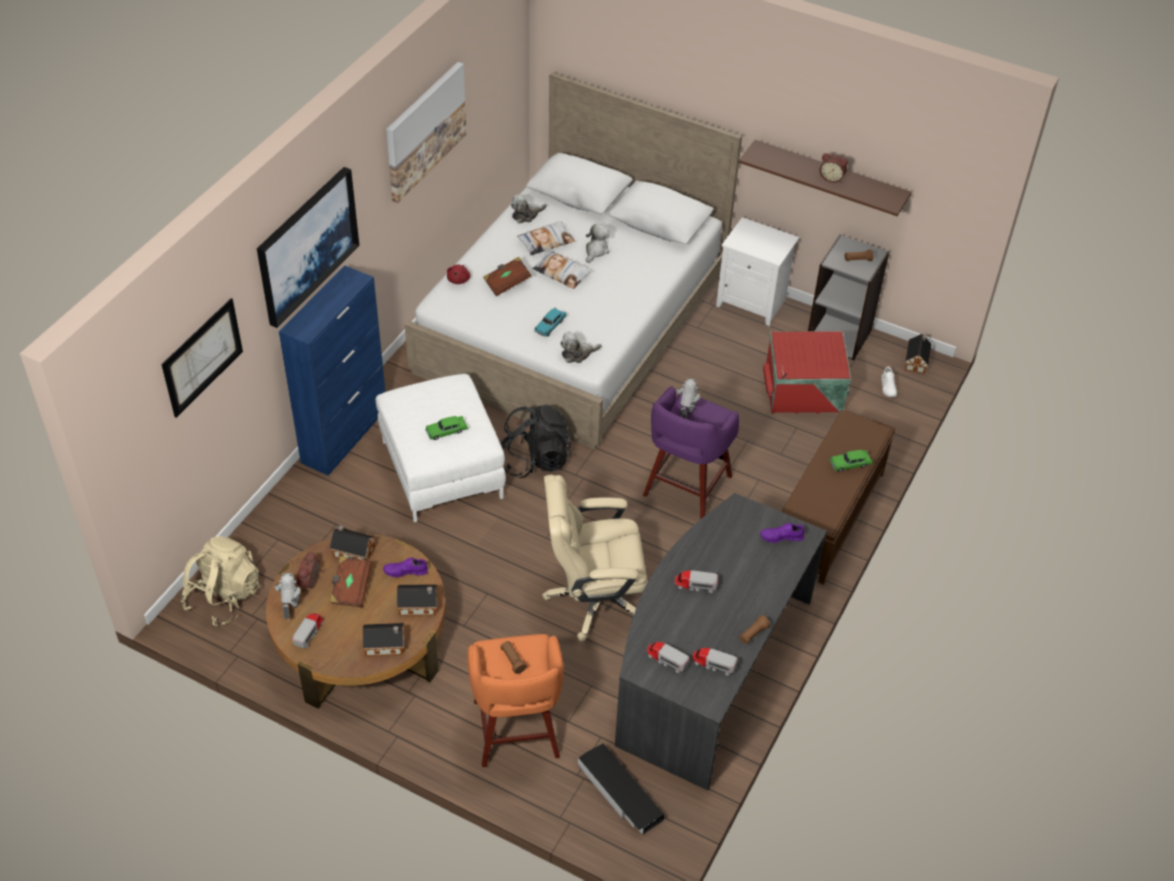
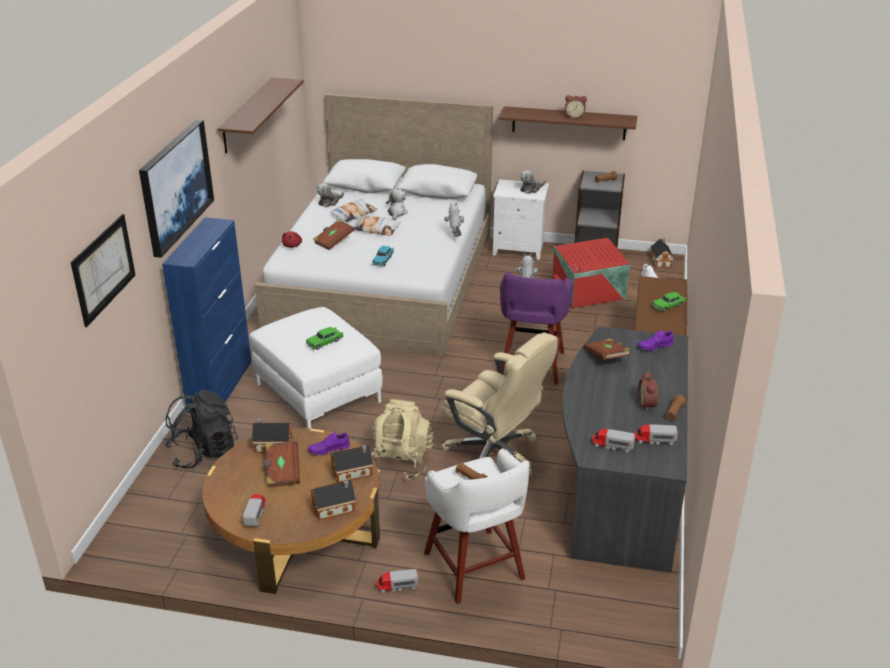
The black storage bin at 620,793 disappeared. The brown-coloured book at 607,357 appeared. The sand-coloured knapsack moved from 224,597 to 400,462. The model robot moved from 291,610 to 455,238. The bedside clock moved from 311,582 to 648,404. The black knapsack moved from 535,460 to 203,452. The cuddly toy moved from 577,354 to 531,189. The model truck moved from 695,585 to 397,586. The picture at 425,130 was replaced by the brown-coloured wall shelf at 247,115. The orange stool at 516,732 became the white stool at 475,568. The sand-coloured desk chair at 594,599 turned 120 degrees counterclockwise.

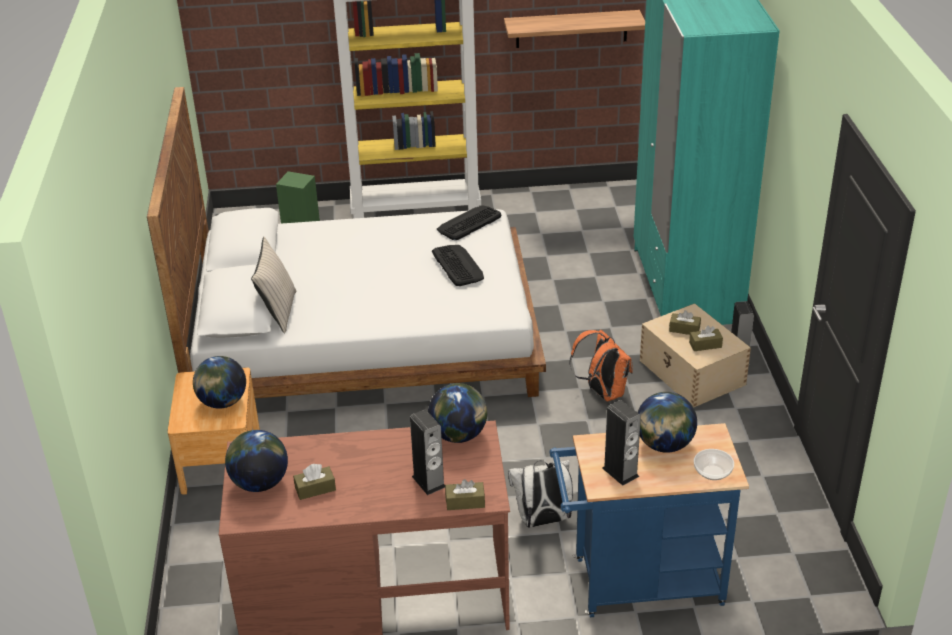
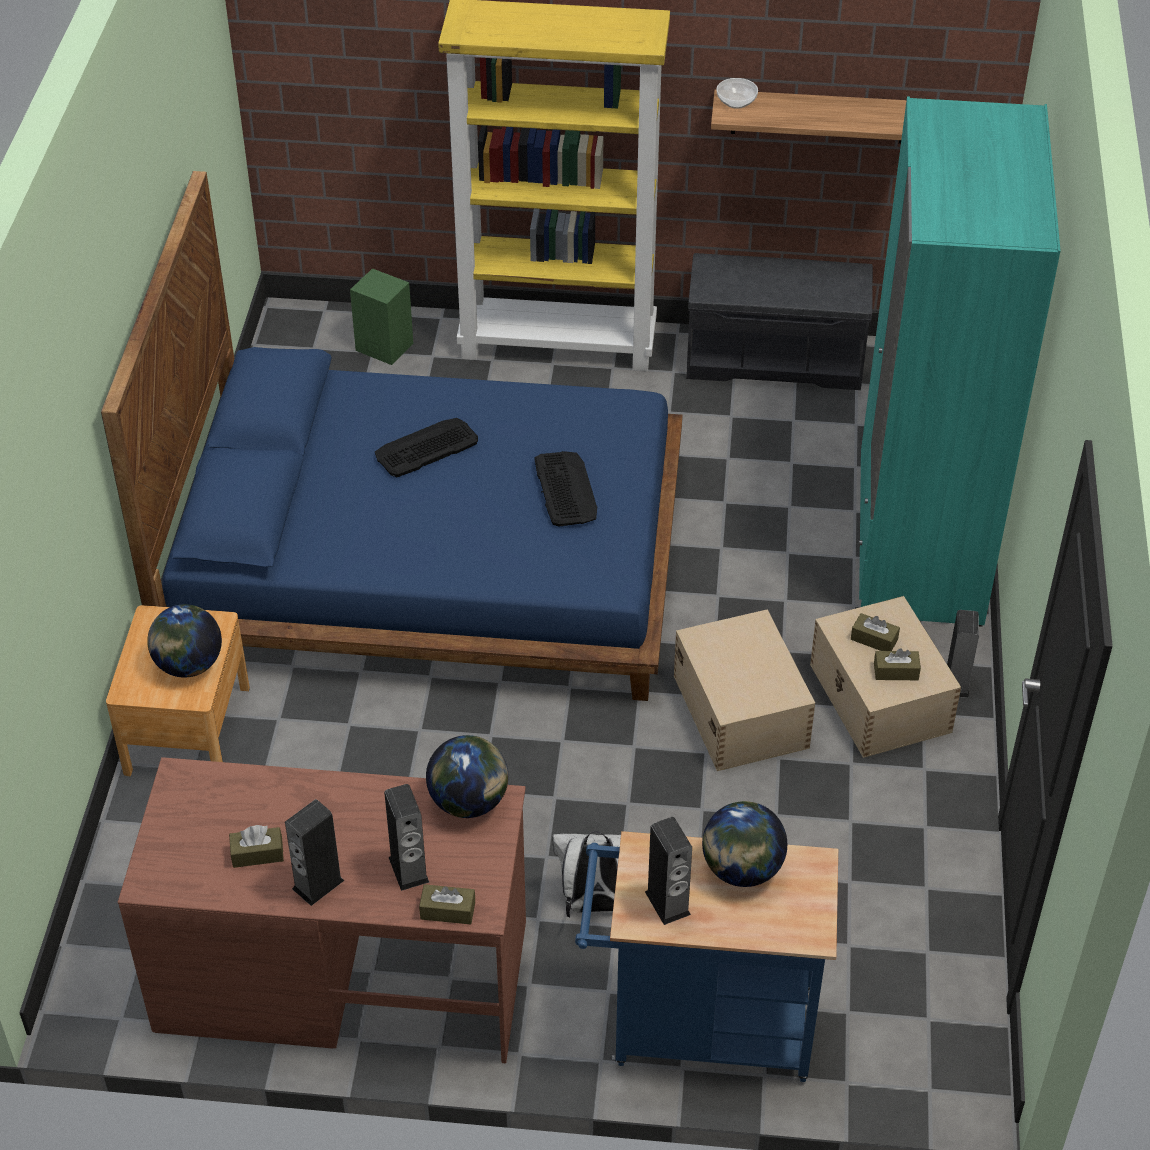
The desk globe at 260,483 disappeared. The sand-coloured throw pillow at 278,312 disappeared. The audio speaker at 318,884 appeared. The grey long seat at 776,358 appeared. The computer keyboard moved from 469,223 to 426,448. The serving bowl moved from 713,473 to 736,102. The orange knapsack at 602,392 was replaced by the sand-coloured storage bin at 740,710. The white sleeping bed at 365,336 became the blue-coloured sleeping bed at 430,557.

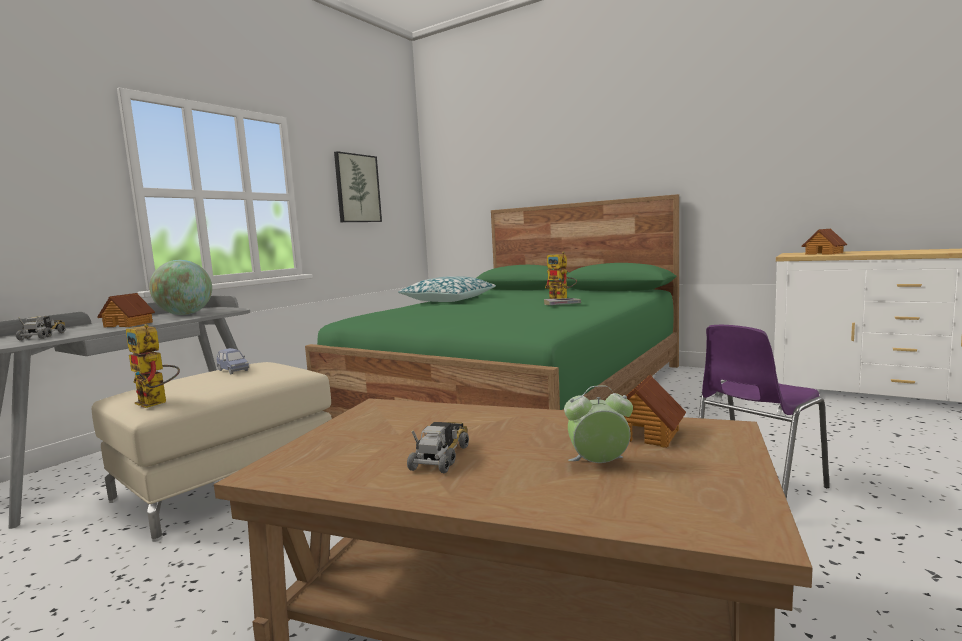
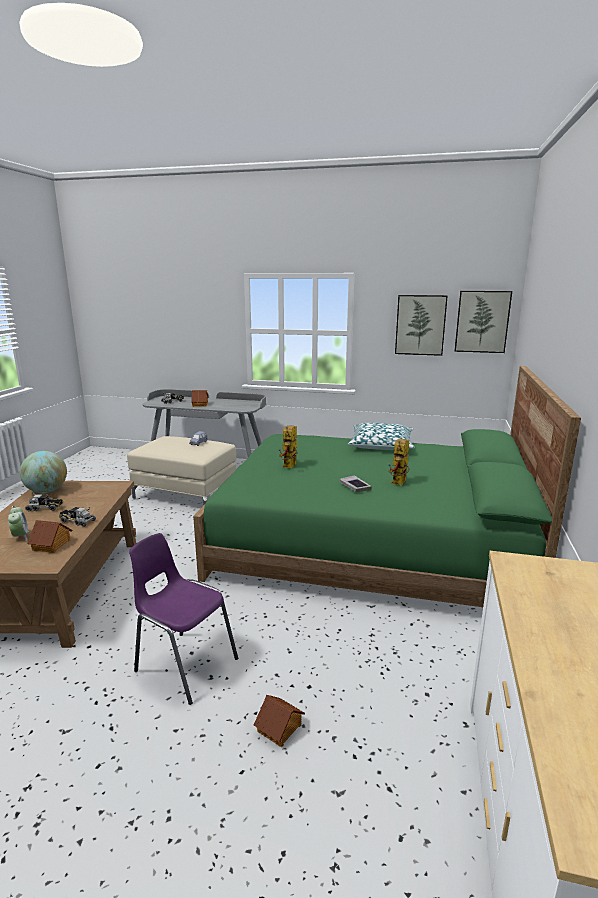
The model truck at 77,521 appeared. The picture at 482,321 appeared. The model robot moved from 157,403 to 290,467. The desk globe moved from 185,314 to 47,491. The miniature house moved from 824,253 to 280,728.

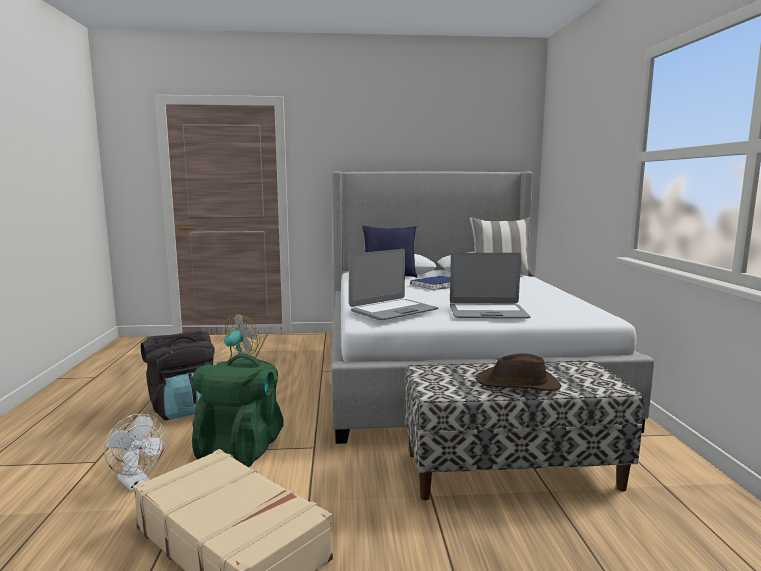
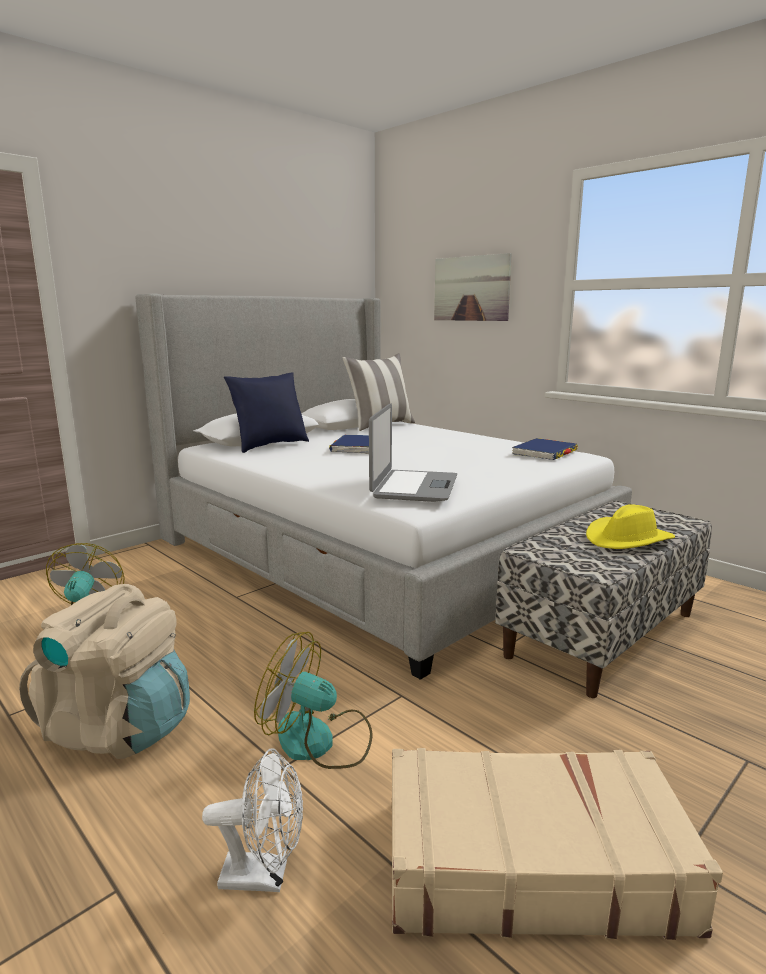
The laptop at 487,312 disappeared. The picture at 471,288 appeared. The blue-coloured book at 545,453 appeared. The greenish knapsack at 241,448 was replaced by the fan at 319,741. The black knapsack at 183,409 became the sand-coloured knapsack at 119,728. The brown-coloured clothing hat at 518,384 became the yellowish clothing hat at 628,539.

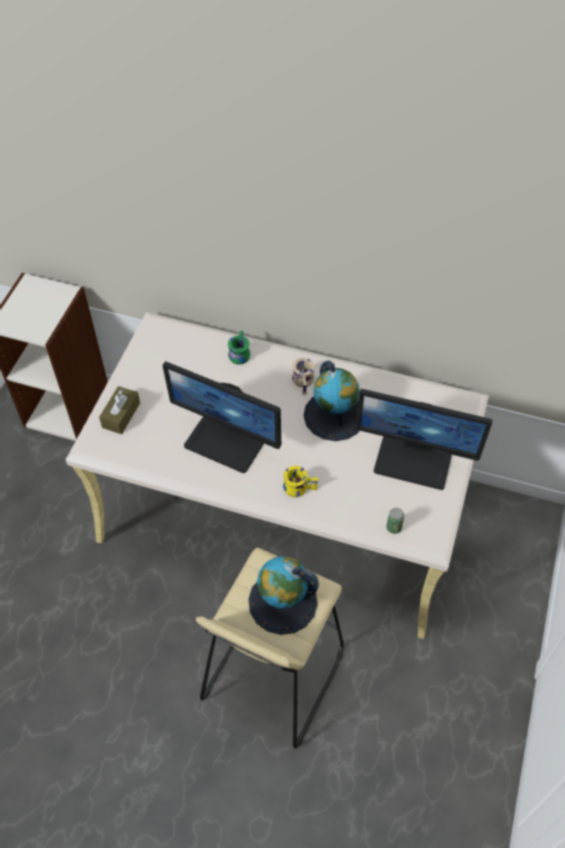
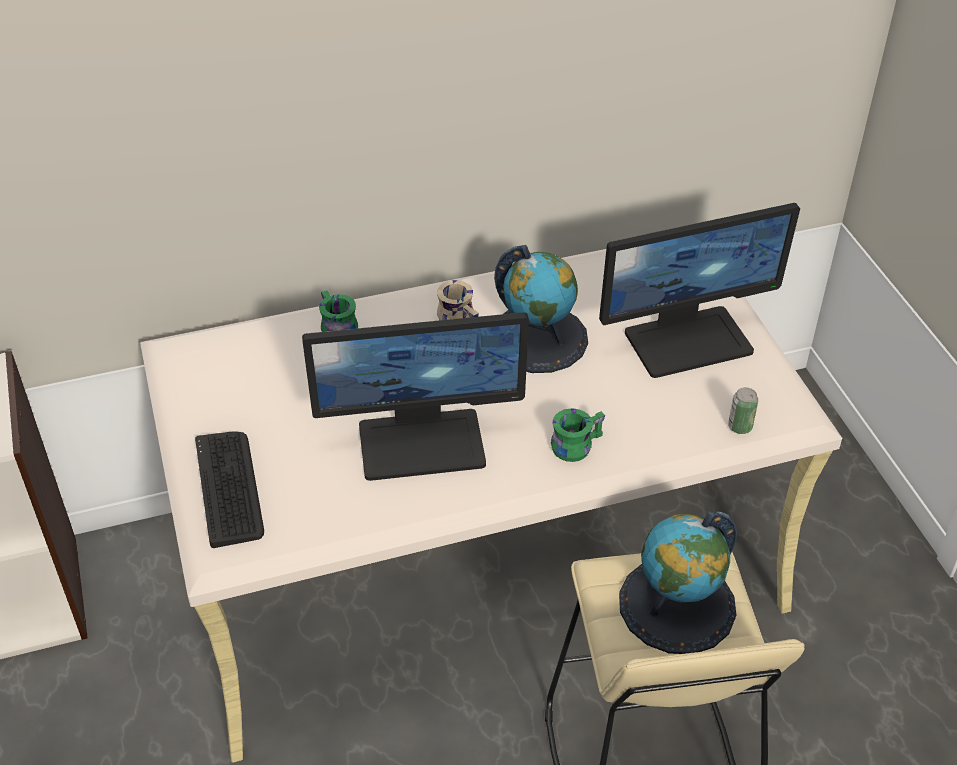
The brown-coloured tissue holder at 121,415 was replaced by the computer keyboard at 229,488. The yellowish mug at 299,486 became the greenish mug at 574,443.

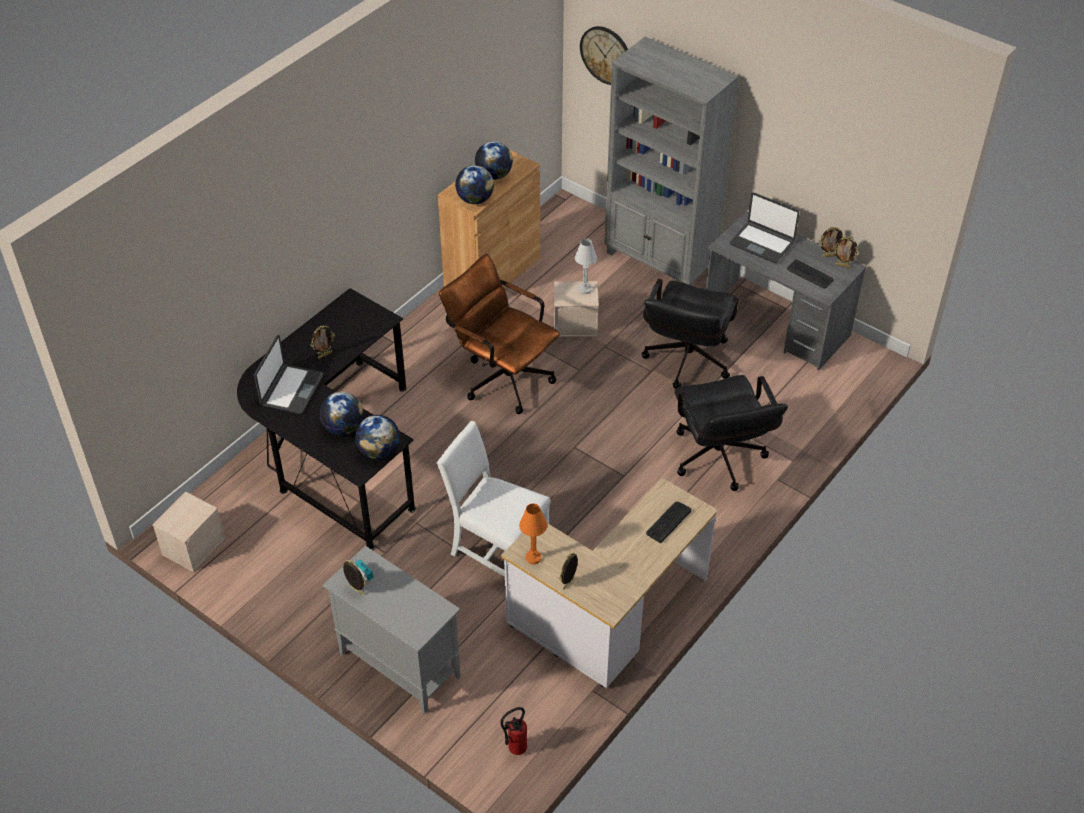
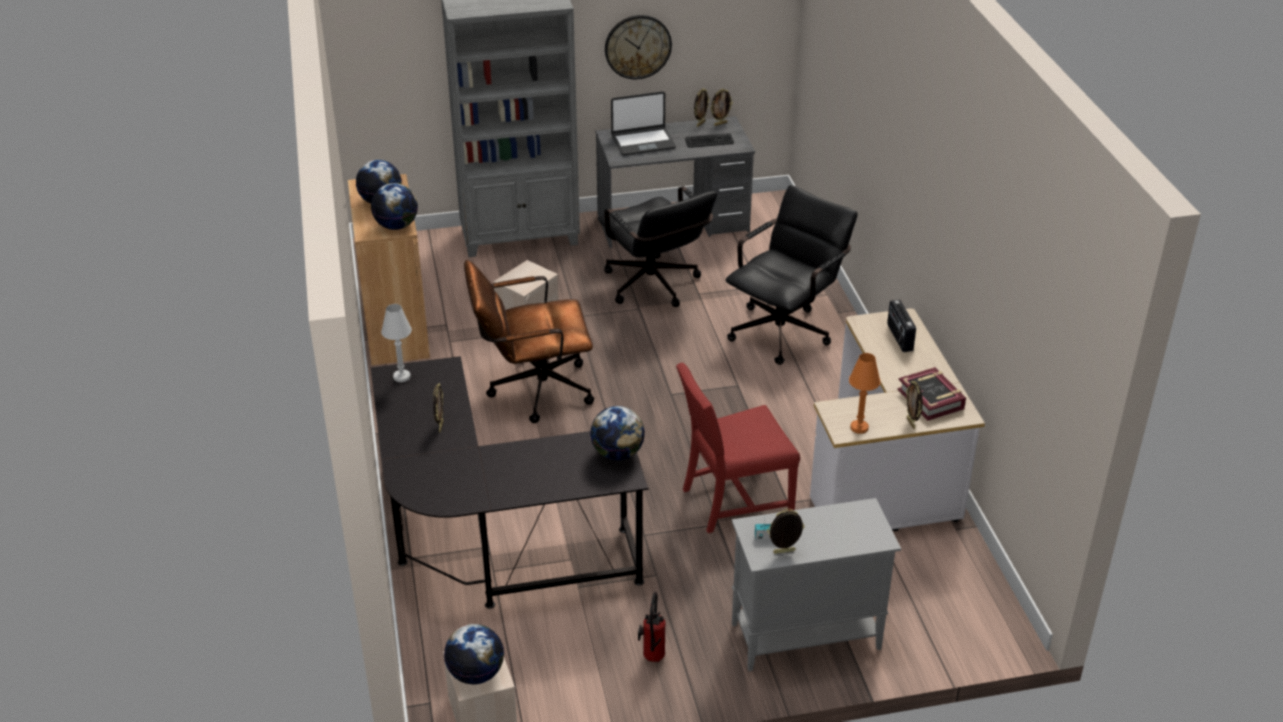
The laptop at 291,390 disappeared. The book at 931,399 appeared. The desk globe moved from 344,428 to 476,673. The fire extinguisher moved from 514,749 to 652,659. The white tabletop lamp moved from 584,289 to 402,377. The hanging clock moved from 606,55 to 638,46. The computer keyboard at 668,522 was replaced by the radio at 899,338. The white chair at 496,548 became the red-coloured chair at 733,501. The black desk chair at 720,462 turned 75 degrees counterclockwise.

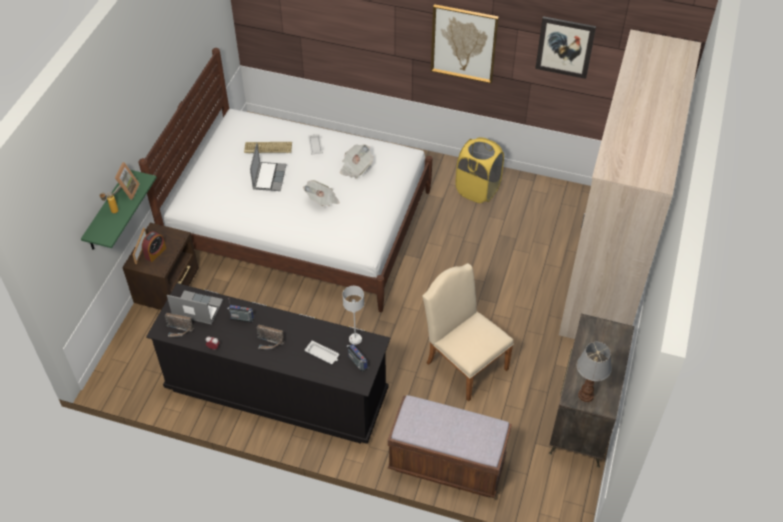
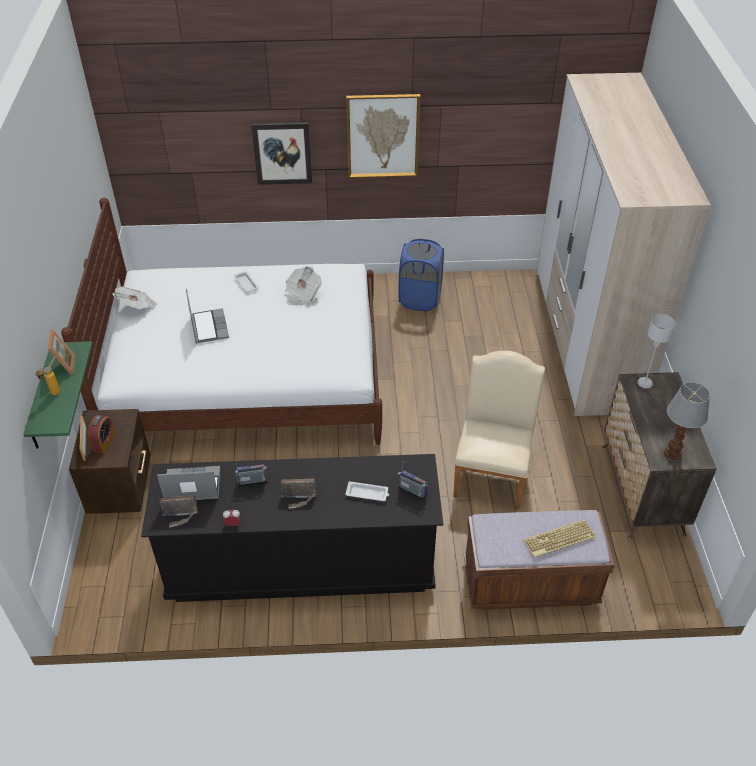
The computer keyboard moved from 267,148 to 559,540. The printed paper moved from 322,200 to 137,306. The grey tabletop lamp moved from 355,338 to 645,383. The picture moved from 565,47 to 282,153. The yellowish hamper at 477,190 became the blue-coloured hamper at 420,299. The sand-coloured chair at 463,362 turned 75 degrees clockwise.

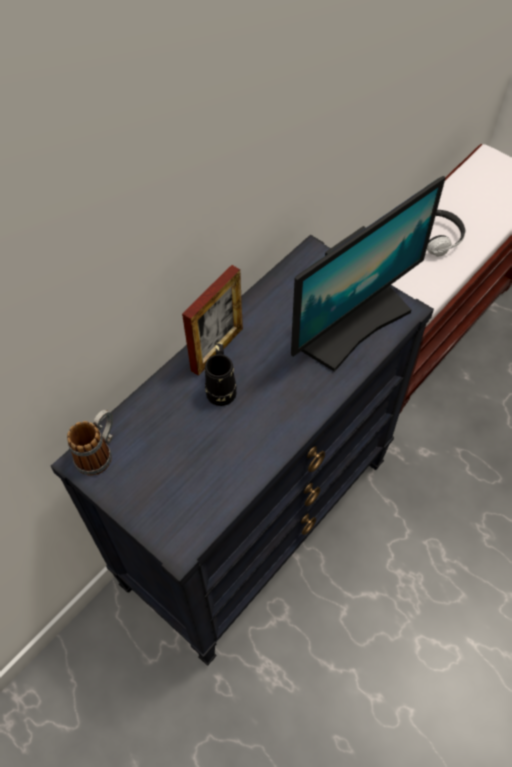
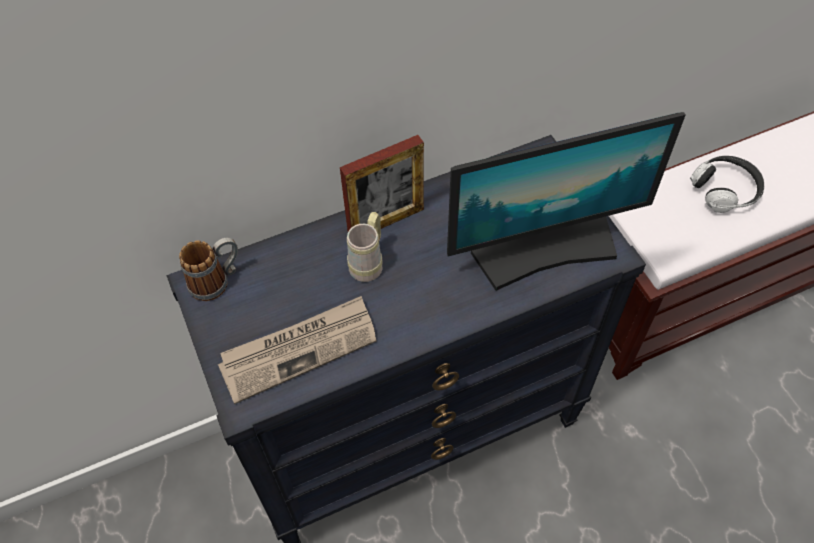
The printed paper at 299,349 appeared. The black mug at 221,388 became the sand-coloured mug at 369,262.

